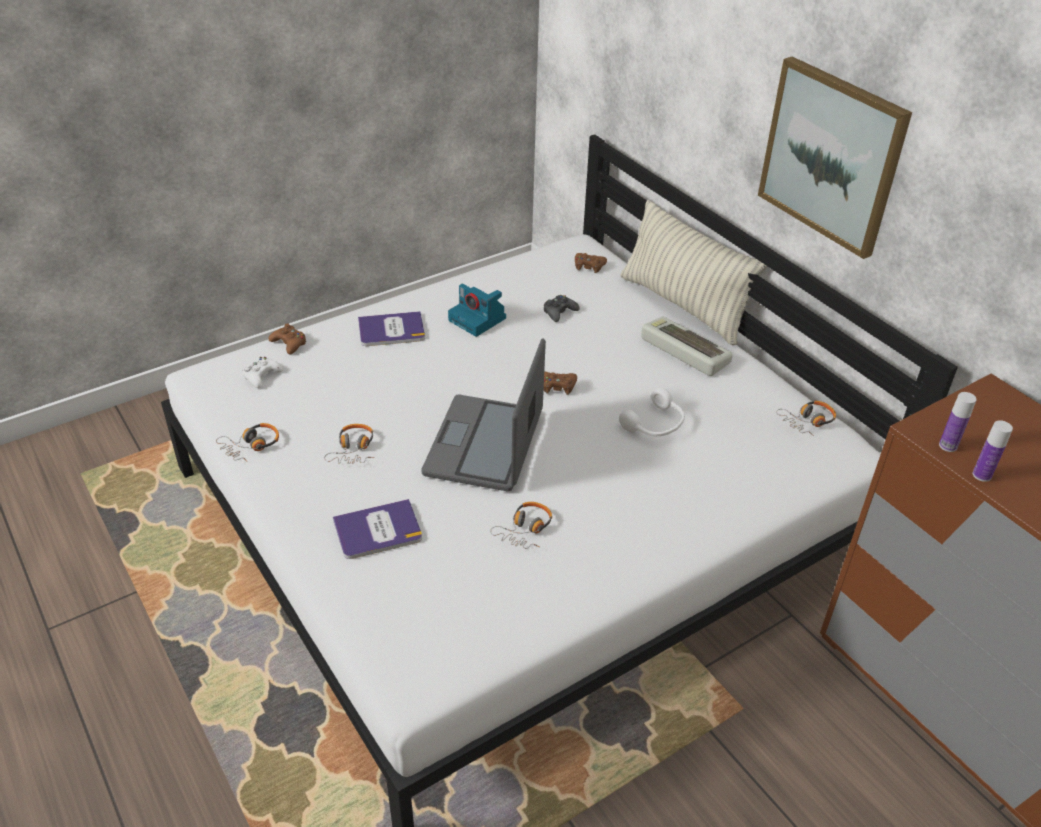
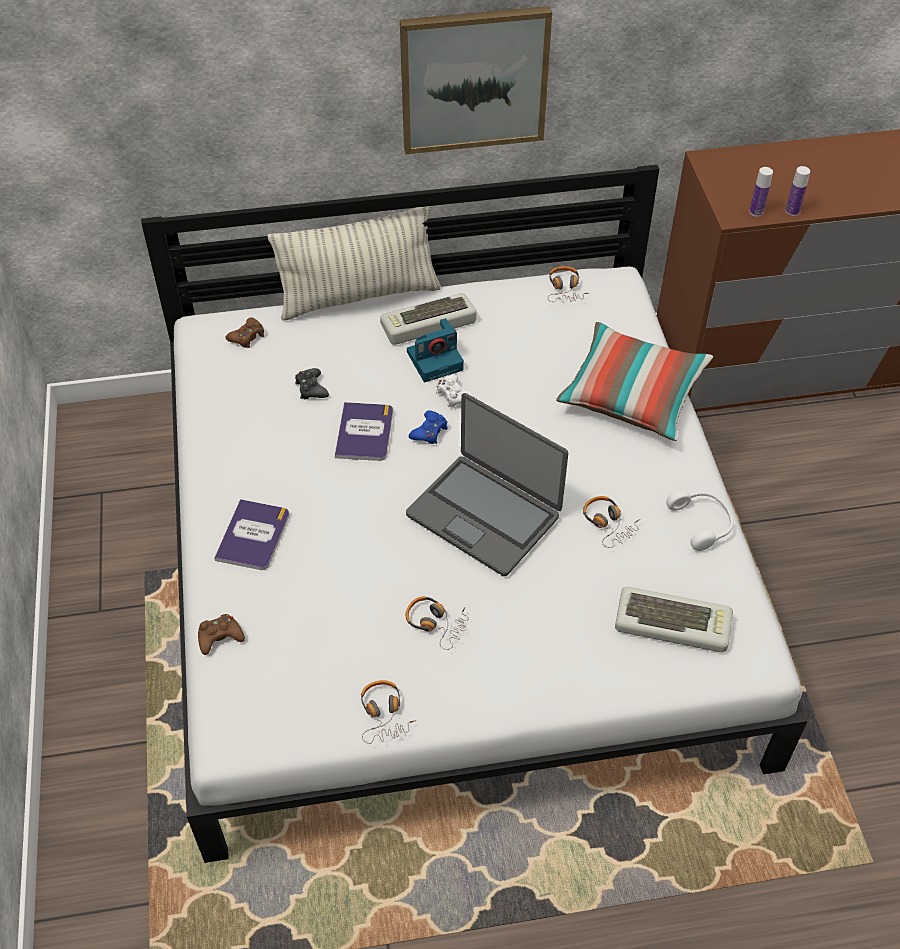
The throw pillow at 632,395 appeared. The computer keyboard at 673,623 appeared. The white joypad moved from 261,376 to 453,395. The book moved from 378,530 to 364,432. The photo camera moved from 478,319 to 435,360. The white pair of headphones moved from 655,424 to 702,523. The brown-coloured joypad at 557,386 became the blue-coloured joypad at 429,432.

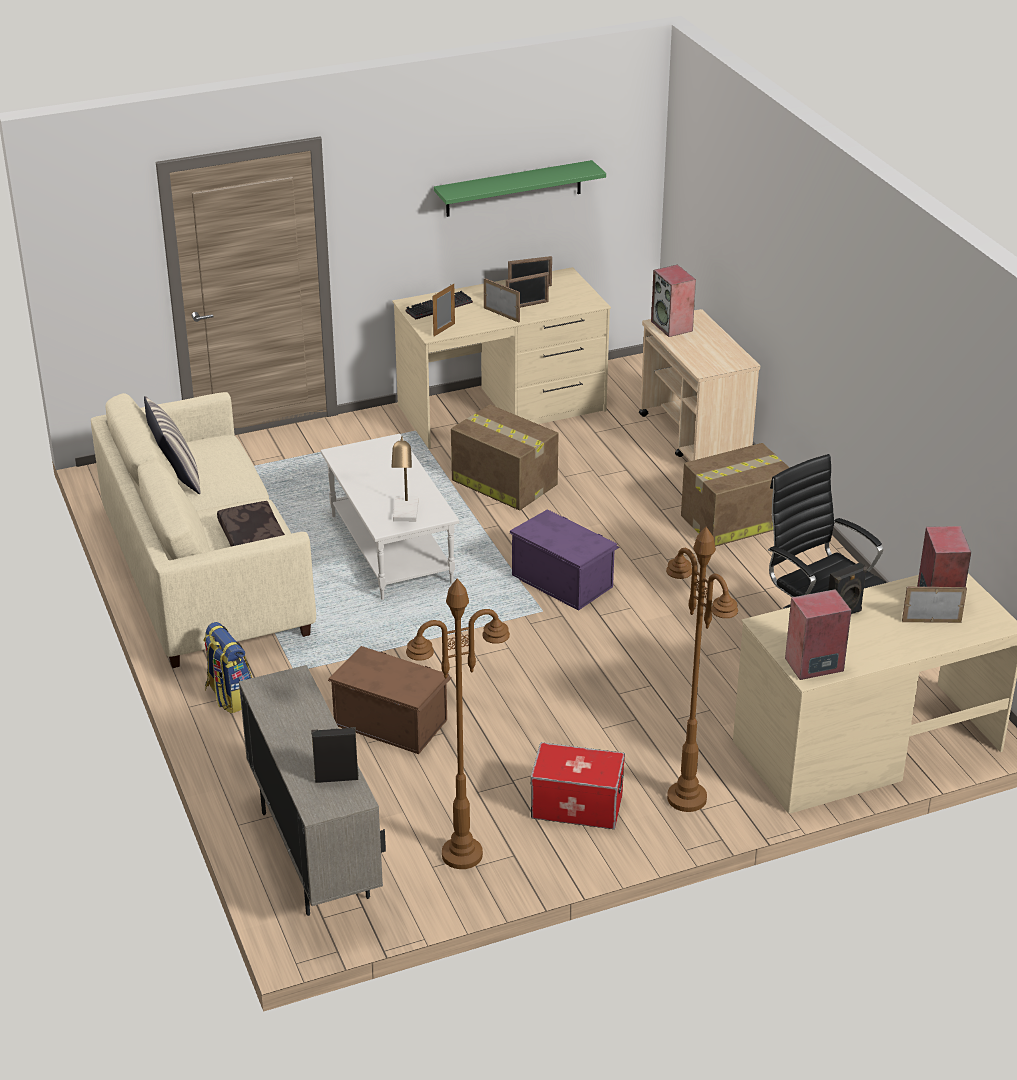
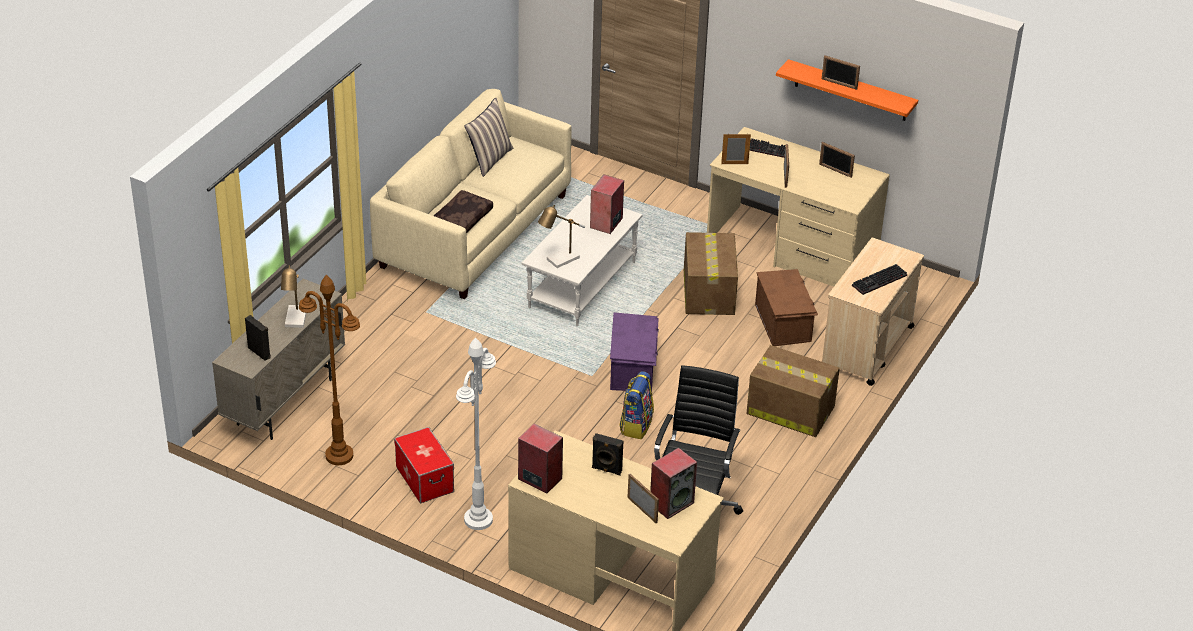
The tabletop lamp at 296,320 appeared. The computer keyboard at 879,281 appeared. The knapsack moved from 229,696 to 636,425. The brown-coloured storage bin moved from 391,721 to 783,322. The photo frame moved from 527,305 to 839,84. The audio speaker moved from 672,326 to 606,223. The greenish wall shelf at 513,188 became the orange wall shelf at 851,91. The brown-coloured standing lamp at 687,798 became the white standing lamp at 478,520.

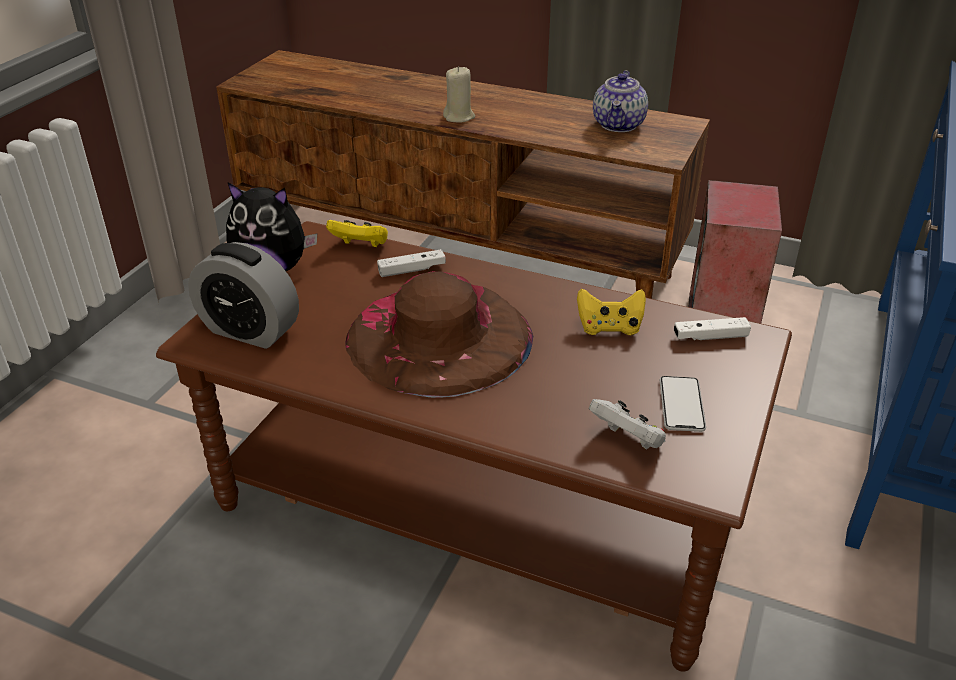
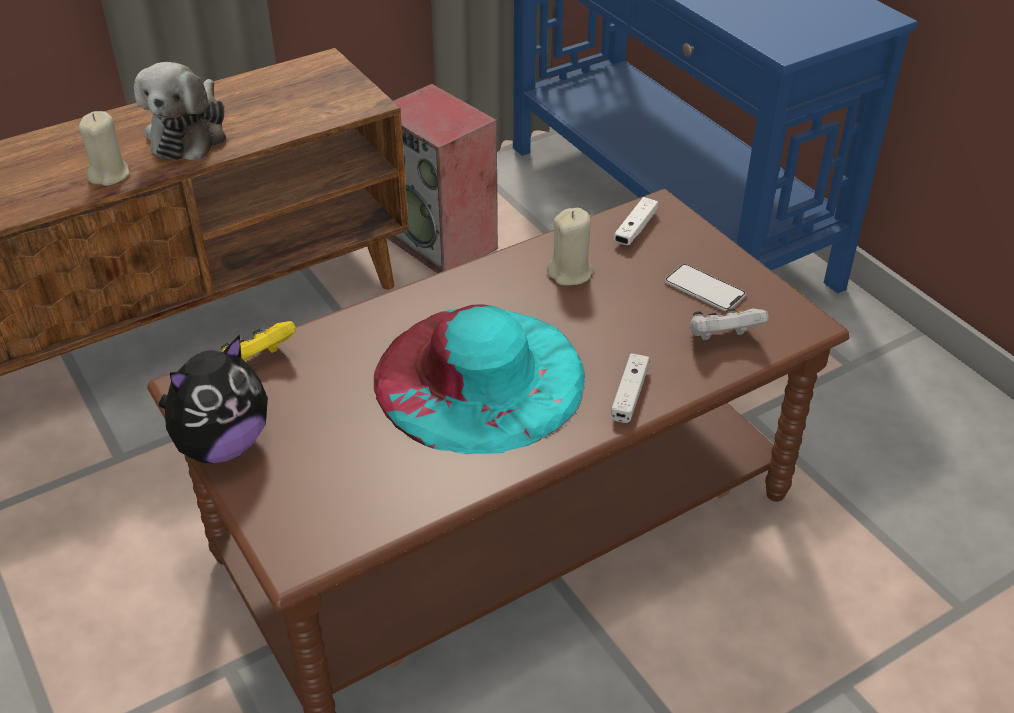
The bedside clock at 250,330 disappeared. The tea pot at 619,125 disappeared. The cuddly toy at 189,134 appeared. The white joypad moved from 411,270 to 629,394. The yellowish joypad at 609,328 was replaced by the sand-coloured wax candle at 570,273. The brown-coloured clothing hat at 439,337 became the turquoise clothing hat at 479,377.

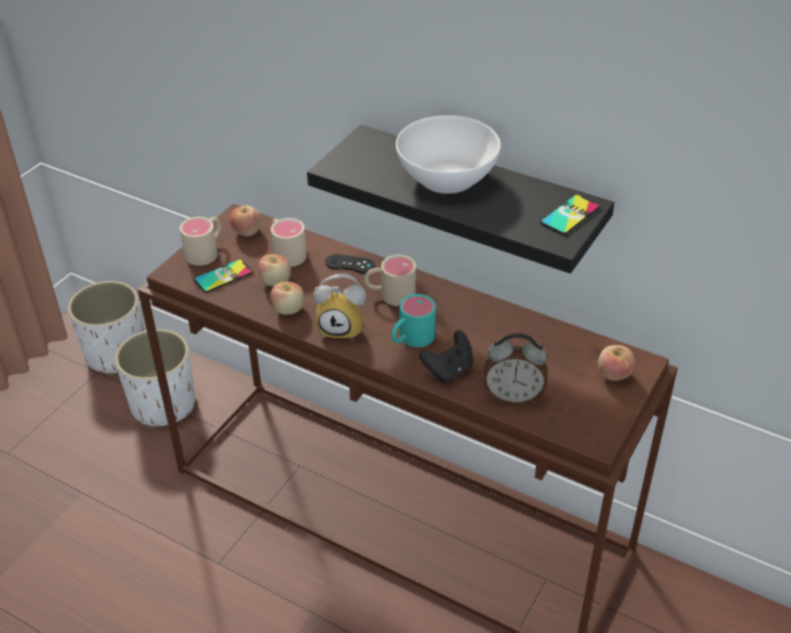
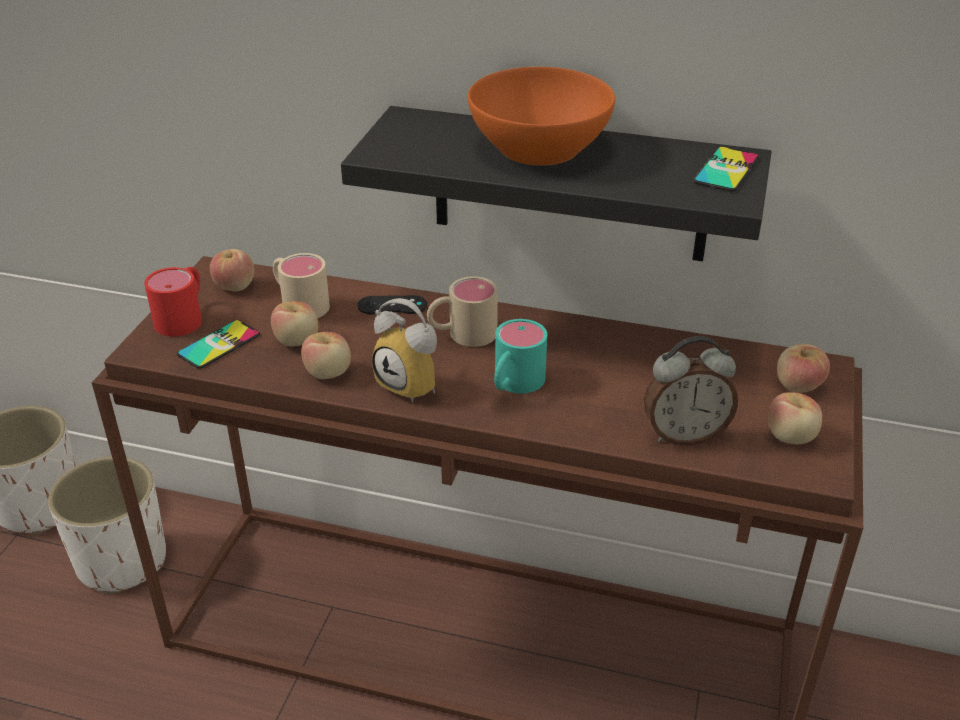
The black joypad at 449,370 disappeared. The apple at 791,437 appeared. The sand-coloured mug at 206,251 became the red-coloured mug at 184,316. The white serving bowl at 447,177 became the orange serving bowl at 540,148. The bedside clock at 343,328 turned 45 degrees clockwise.

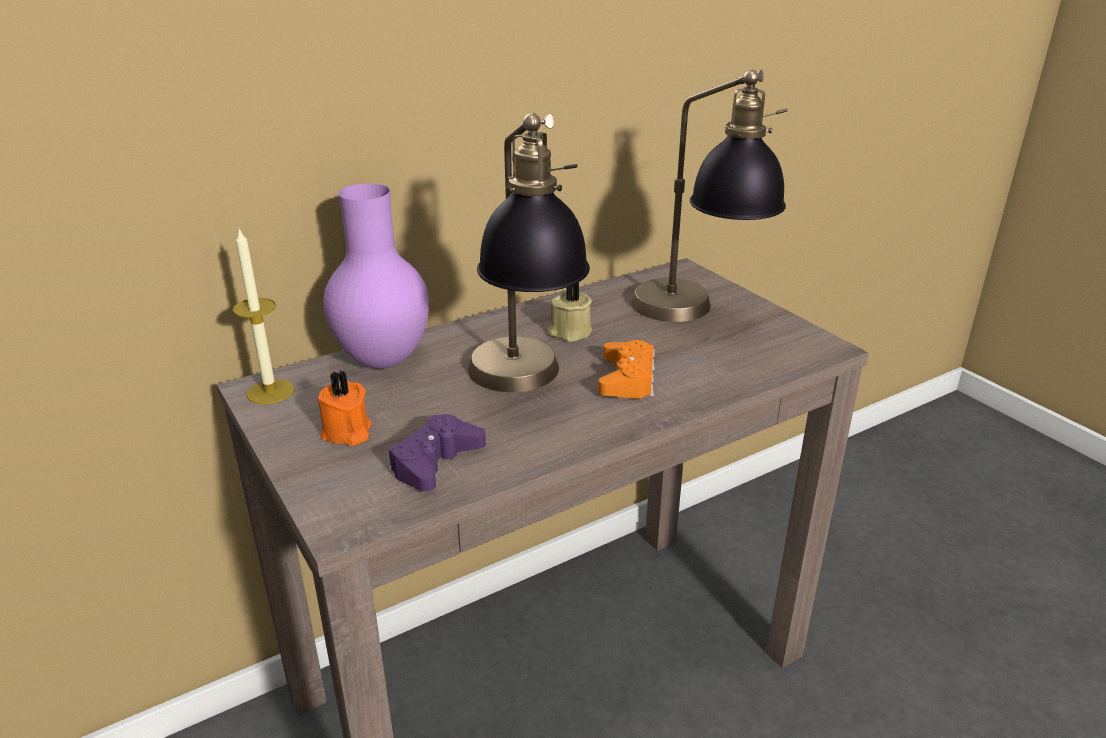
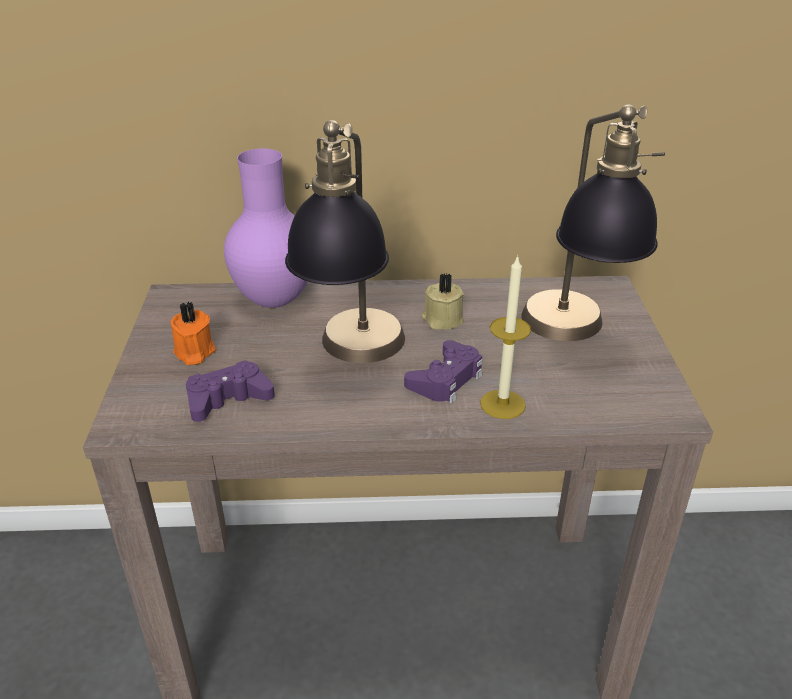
The wax candle moved from 270,391 to 502,404. The orange joypad at 627,379 became the purple joypad at 446,379.

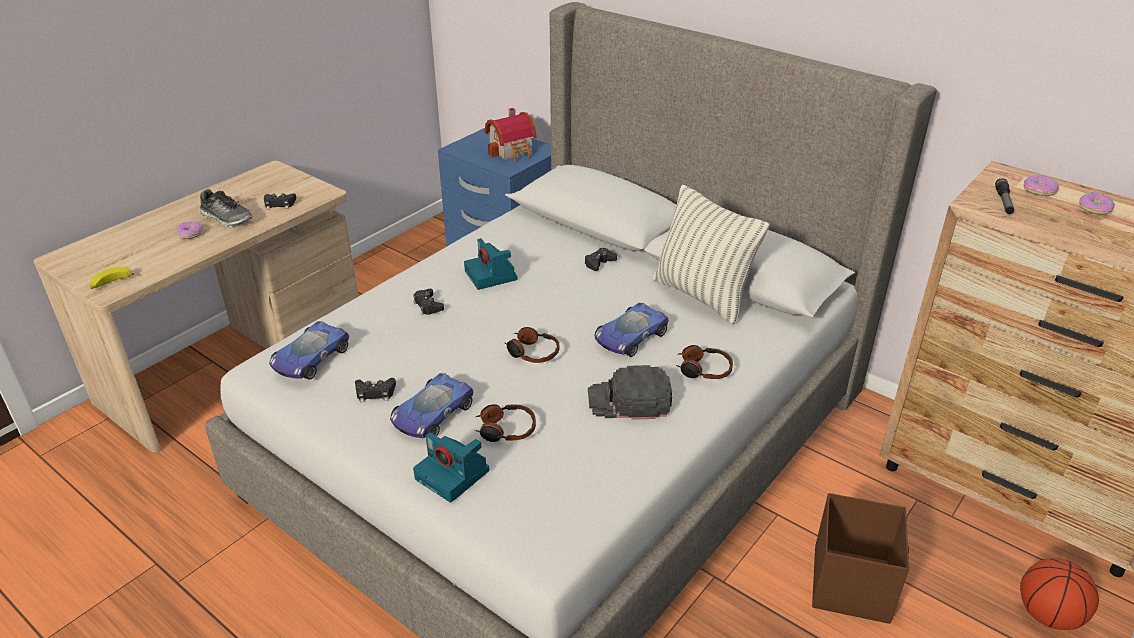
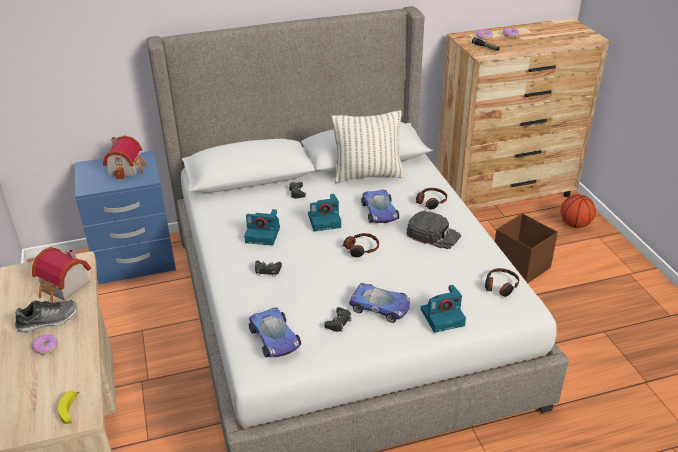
The photo camera at 325,220 appeared. The pair of headphones moved from 505,429 to 500,286. The black joypad at 279,204 was replaced by the miniature house at 64,288. The miniature car at 431,414 turned 45 degrees counterclockwise. The black peaked cap at 629,400 turned 90 degrees counterclockwise.

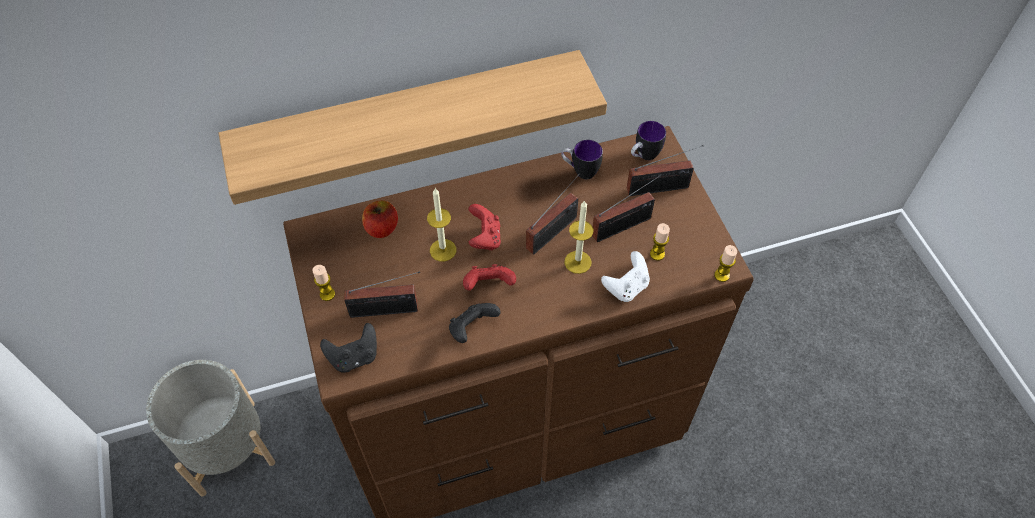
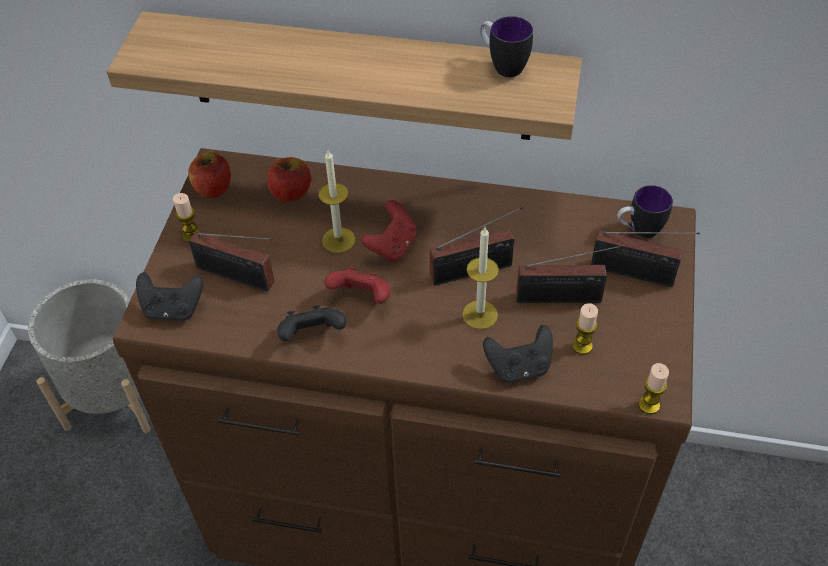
The apple at 213,188 appeared. The mug moved from 580,171 to 502,65. The white joypad at 626,287 became the black joypad at 519,367.

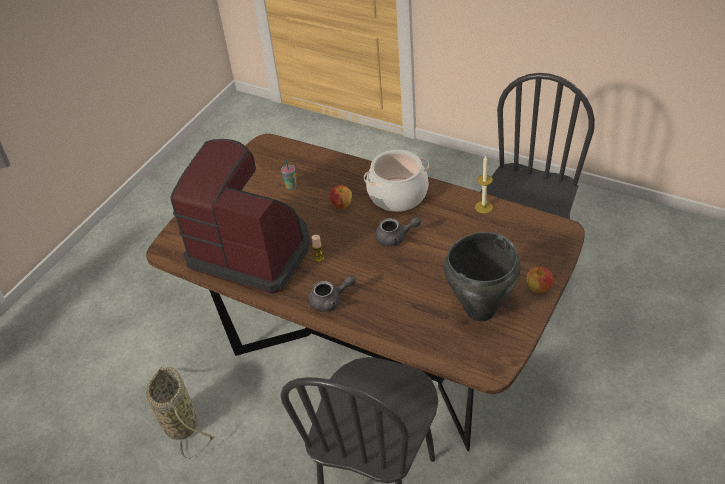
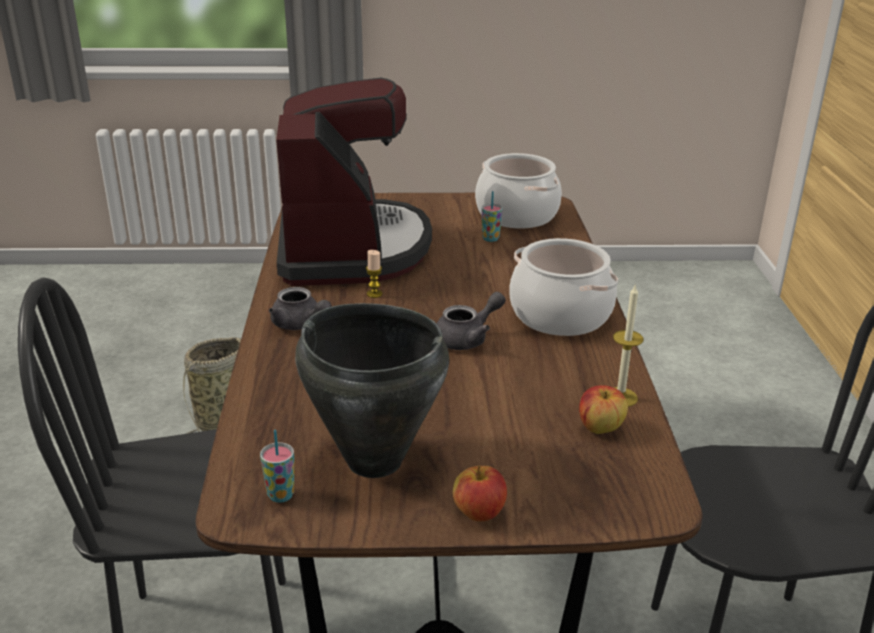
The drinking cup at 281,495 appeared. The stockpot at 517,215 appeared. The apple moved from 341,205 to 600,427. The grey tea pot at 395,238 turned 90 degrees counterclockwise.

